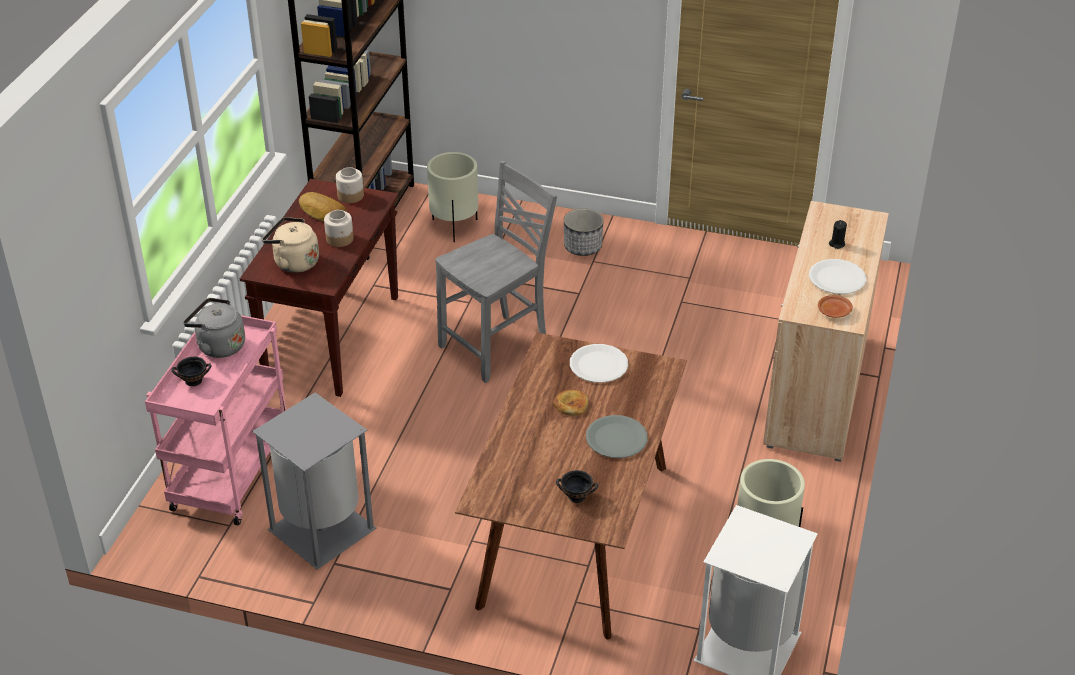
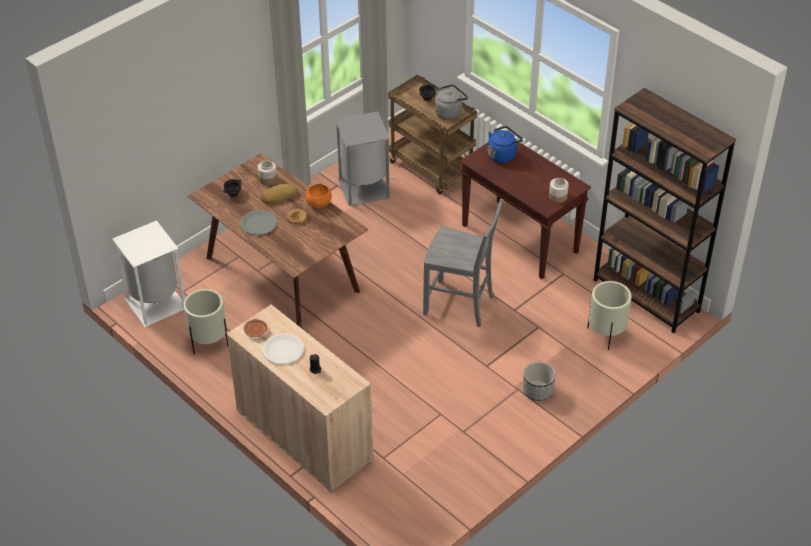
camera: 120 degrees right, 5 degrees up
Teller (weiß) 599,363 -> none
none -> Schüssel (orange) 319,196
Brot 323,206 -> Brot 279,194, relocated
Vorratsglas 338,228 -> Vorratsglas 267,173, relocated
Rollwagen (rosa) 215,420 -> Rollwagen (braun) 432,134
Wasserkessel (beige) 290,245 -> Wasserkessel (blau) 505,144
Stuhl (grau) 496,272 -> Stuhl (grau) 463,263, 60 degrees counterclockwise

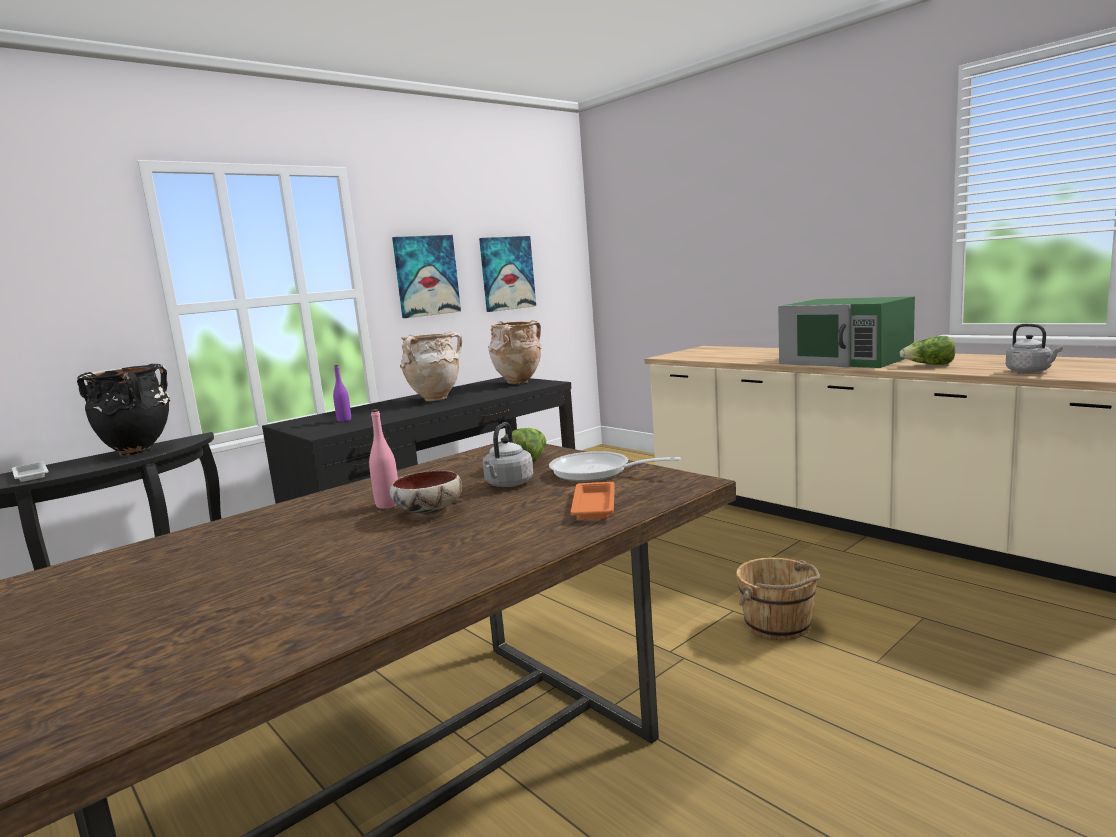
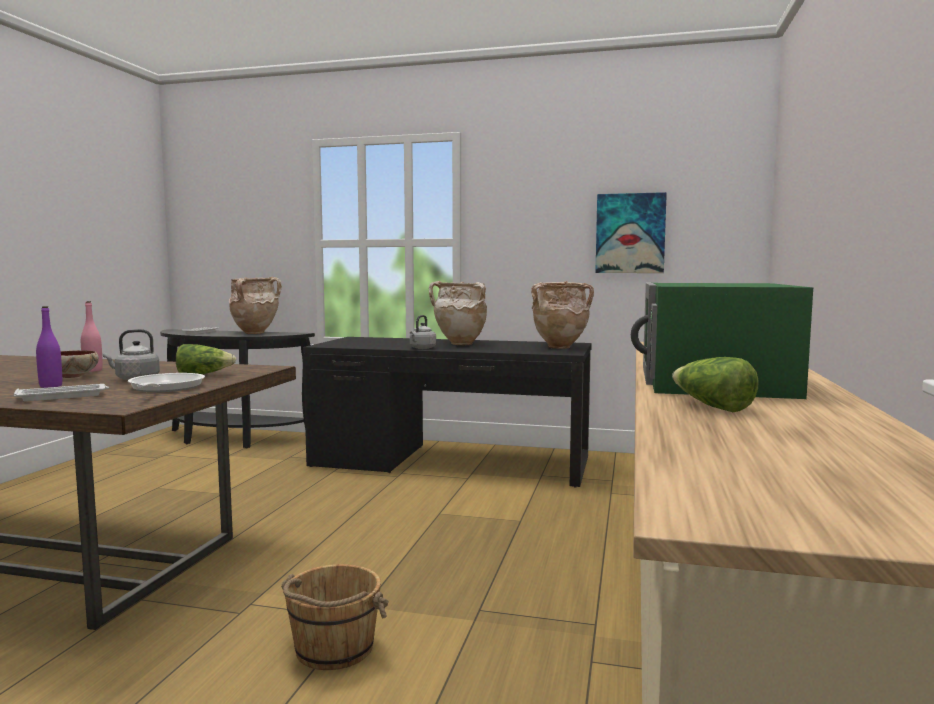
camera: 55 degrees right, 5 degrees down
Bild 426,276 -> none
Flasche (lila) 342,393 -> Flasche (lila) 49,347, relocated
Wasserkessel (grau) 1034,348 -> Wasserkessel (grau) 423,332, relocated
Vase (schwarz) 123,410 -> Vase (beige) 255,305
Tablett (orange) 592,500 -> Tablett (weiß) 61,392

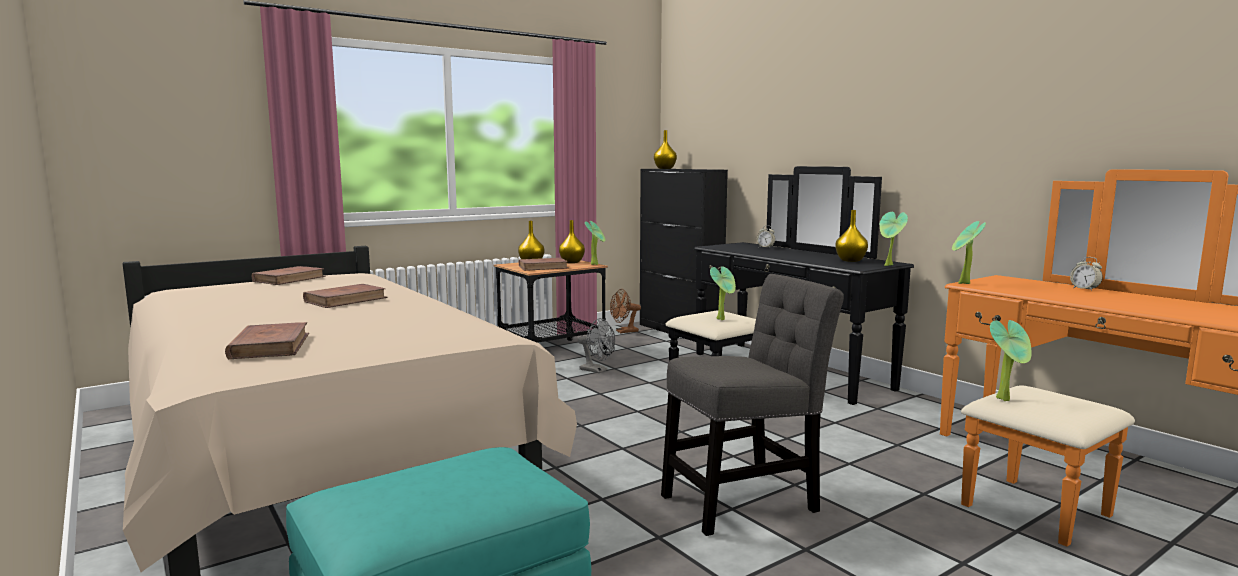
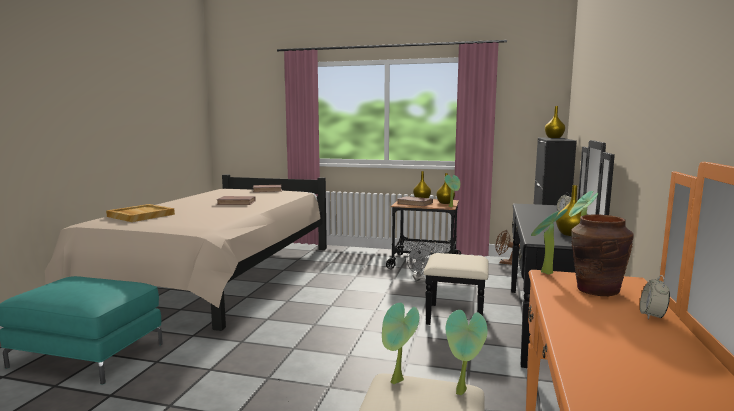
camera: 50 degrees right, 0 degrees up
Stuhl (grau) 752,405 -> none
none -> Vase (braun) 602,255
Topfpflanze 723,293 -> Topfpflanze 467,352, relocated
Buch (braun) 267,340 -> Tablett (beige) 140,213

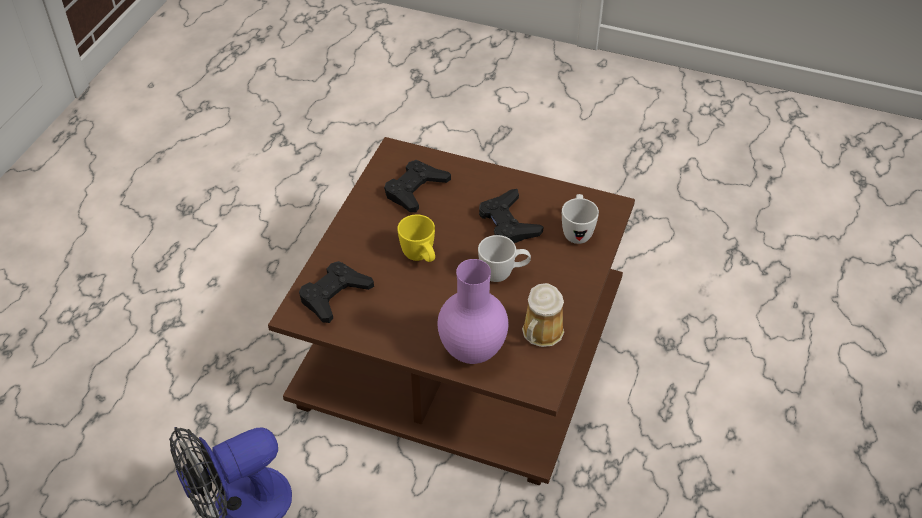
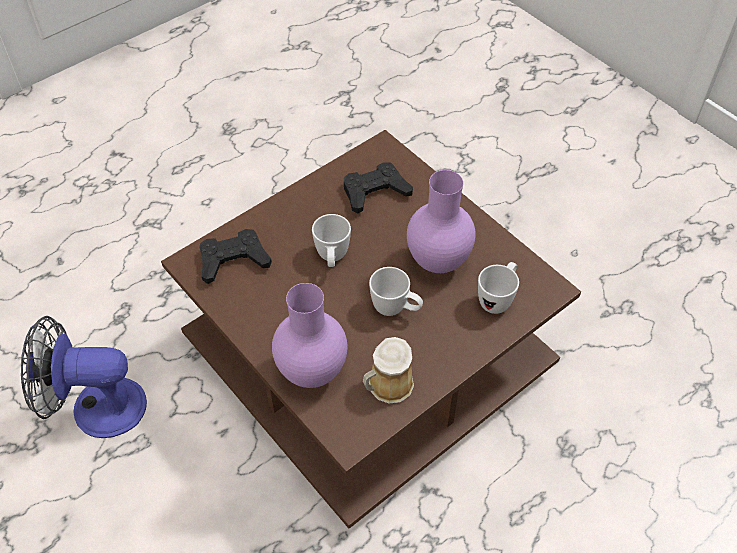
camera: 30 degrees right, 5 degrees up
Gamepad (schwarz) 511,216 -> Vase (lila) 441,221
Henkelbecher (gelb) 416,238 -> Henkelbecher (weiß) 331,240

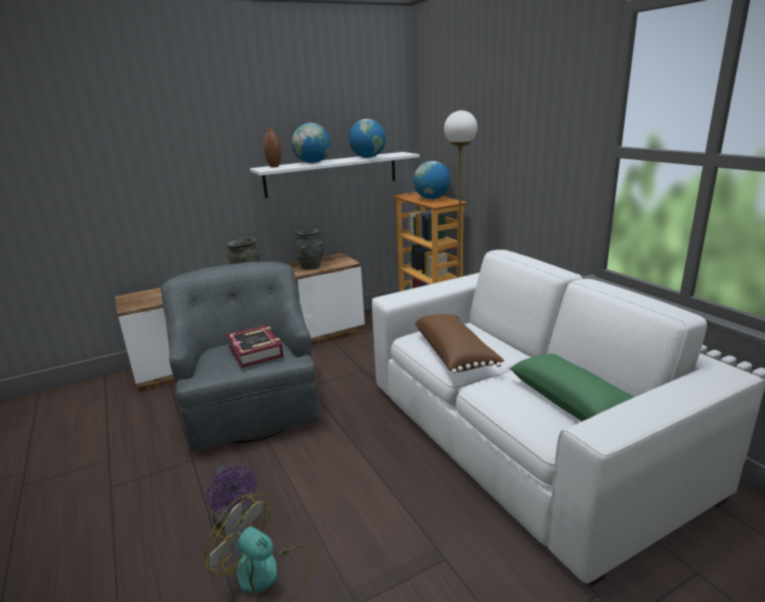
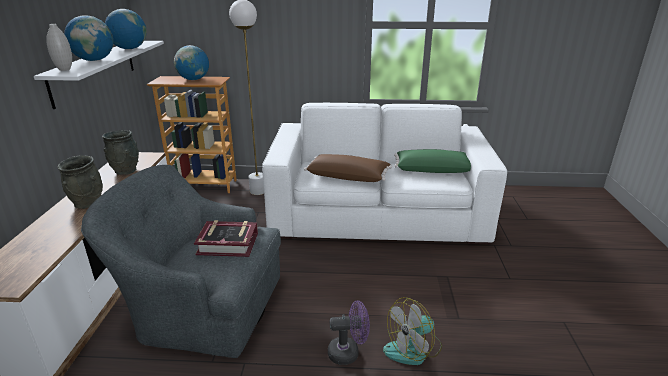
camera: 60 degrees left, 5 degrees up
Vase (braun) 272,147 -> Vase (weiß) 59,47

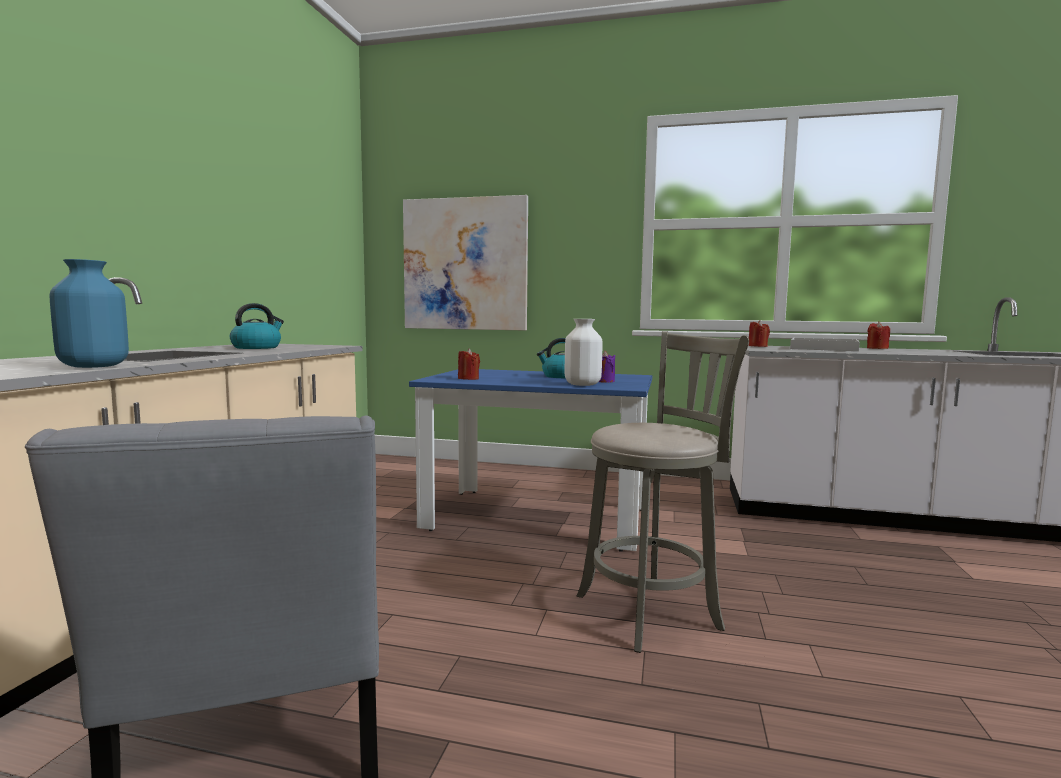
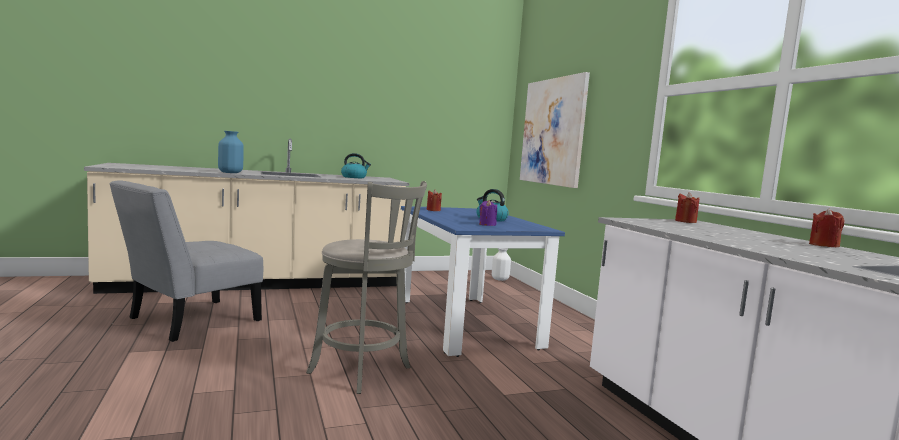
camera: 55 degrees right, 0 degrees up
Tablett (weiß) 825,344 -> none
Vase (weiß) 583,352 -> Vase (weiß) 501,264, relocated

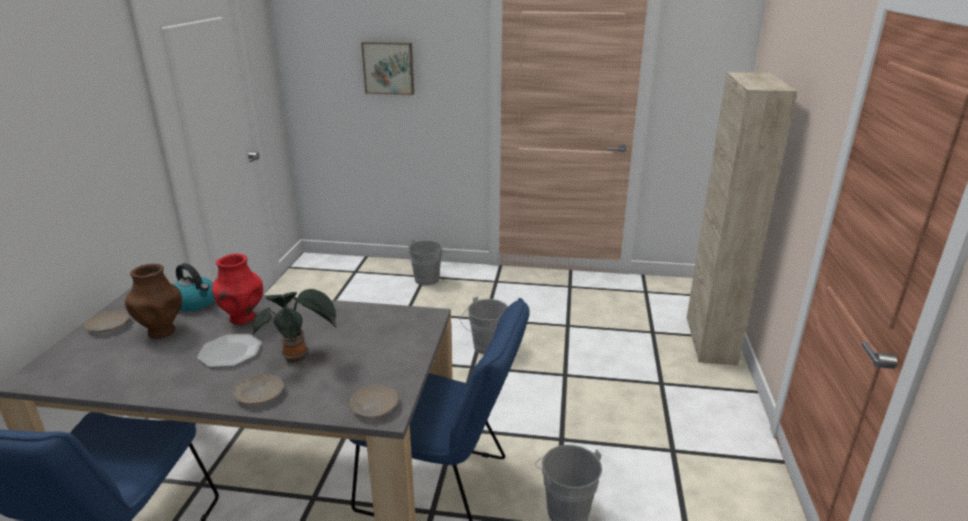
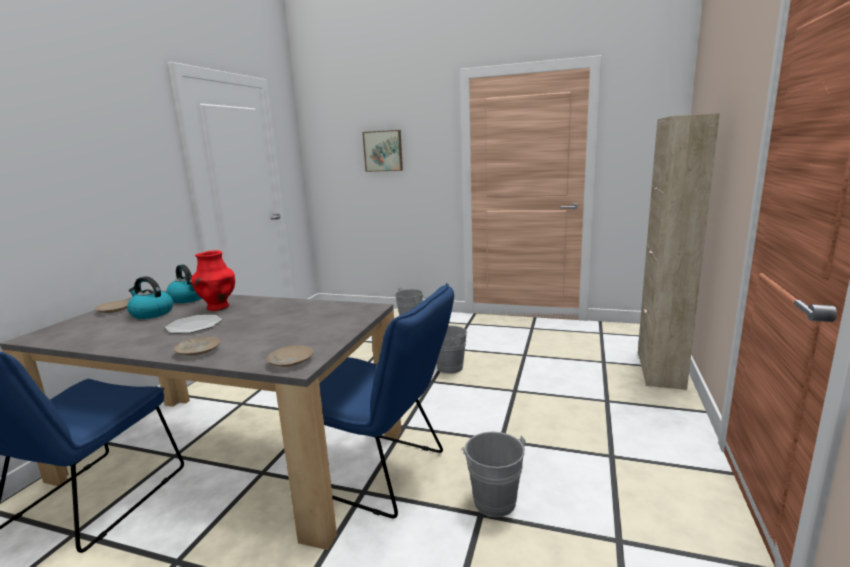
camera: 10 degrees right, 10 degrees down
Topfpflanze 295,326 -> none
Vase (braun) 153,301 -> Wasserkessel 150,297

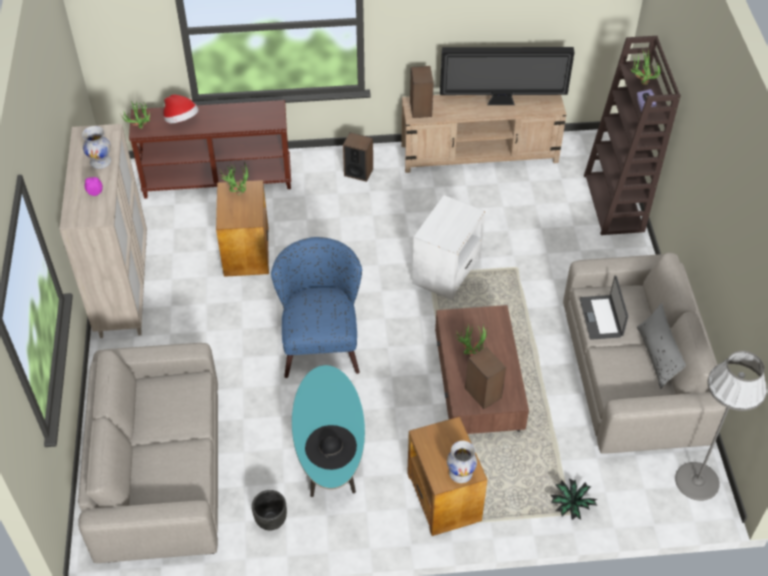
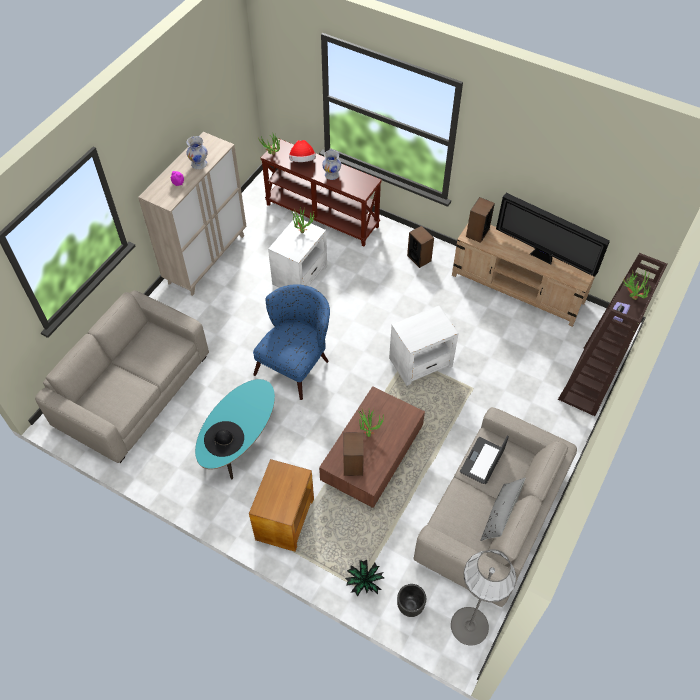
camera: 35 degrees right, 5 degrees up
Pflanzkübel (schwarz) 269,510 -> Pflanzkübel (schwarz) 411,600, relocated
Vase (weiß) 462,462 -> Vase (weiß) 331,165, relocated
Beistelltisch (braun) 242,228 -> Beistelltisch (weiß) 297,253

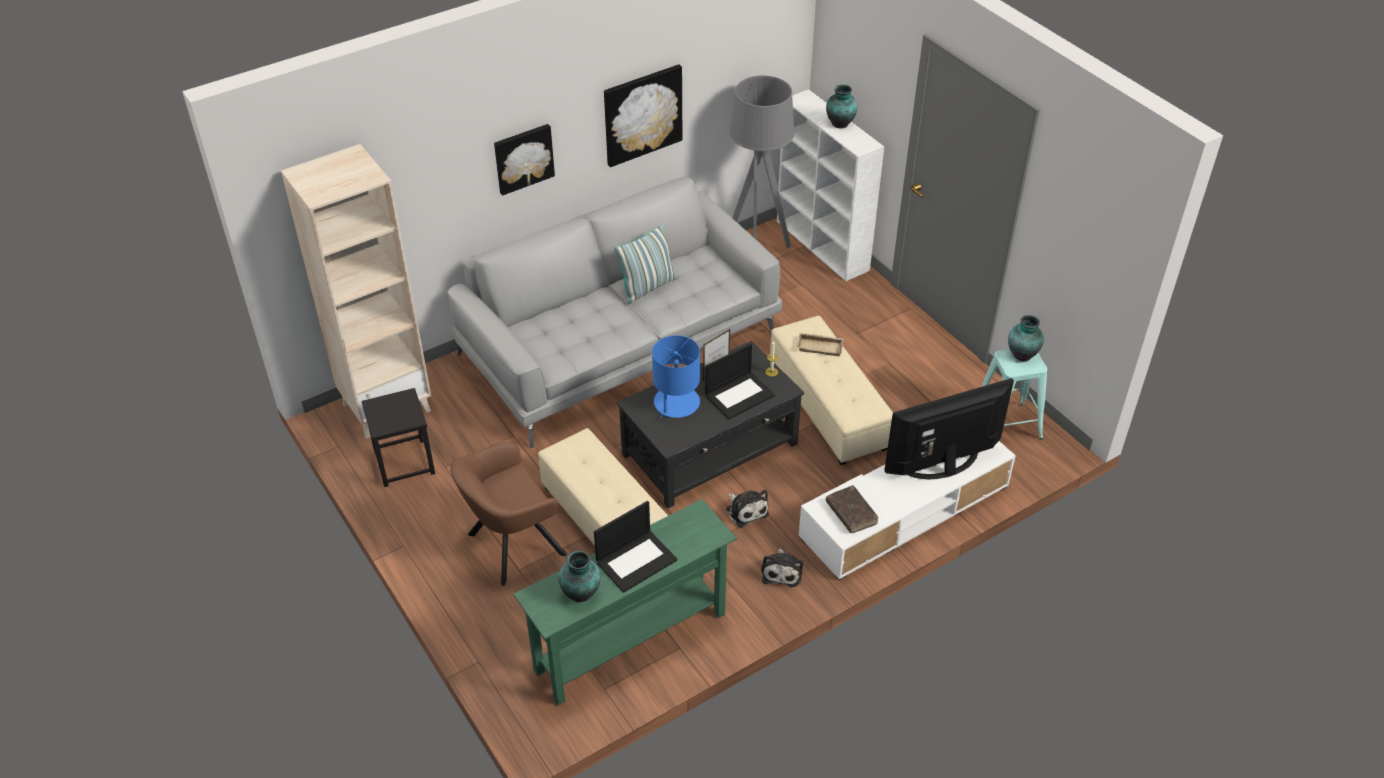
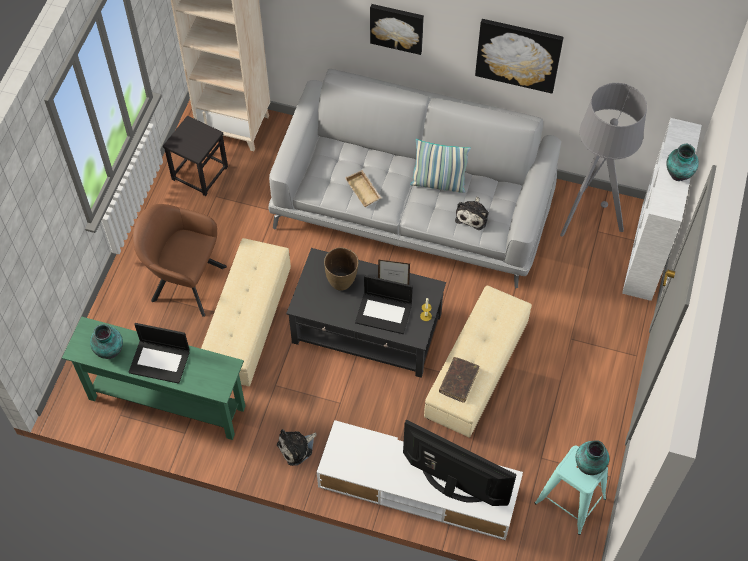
camera: 50 degrees right, 15 degrees up
Plüschtier 747,509 -> Plüschtier 472,213, relocated
Tablett (beige) 820,344 -> Tablett (beige) 363,188, relocated
Buch (braun) 852,509 -> Buch (braun) 459,380, relocated
Tischlampe (blau) 676,376 -> Vase (braun) 341,269

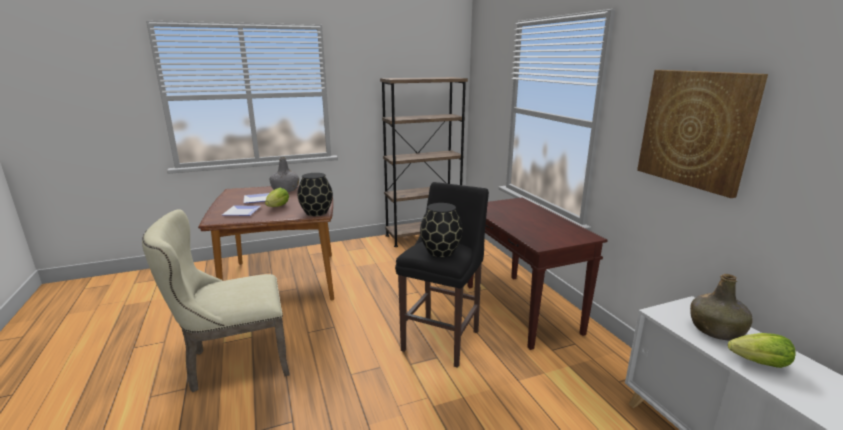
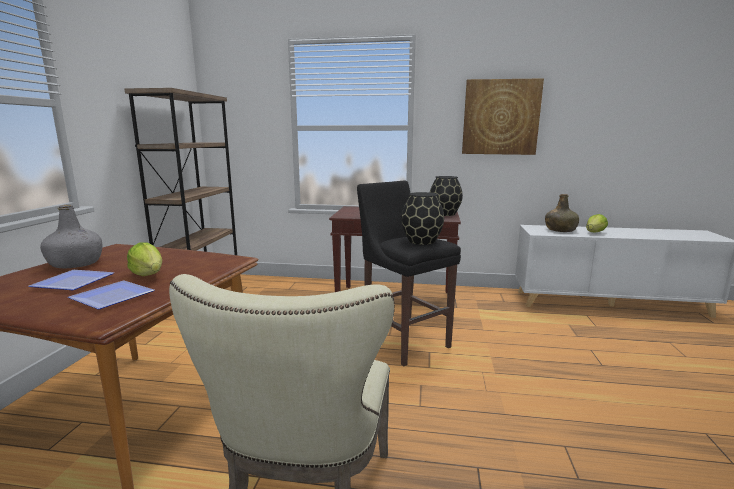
camera: 60 degrees left, 5 degrees down
Vase (schwarz) 315,194 -> Vase (schwarz) 446,196, relocated

